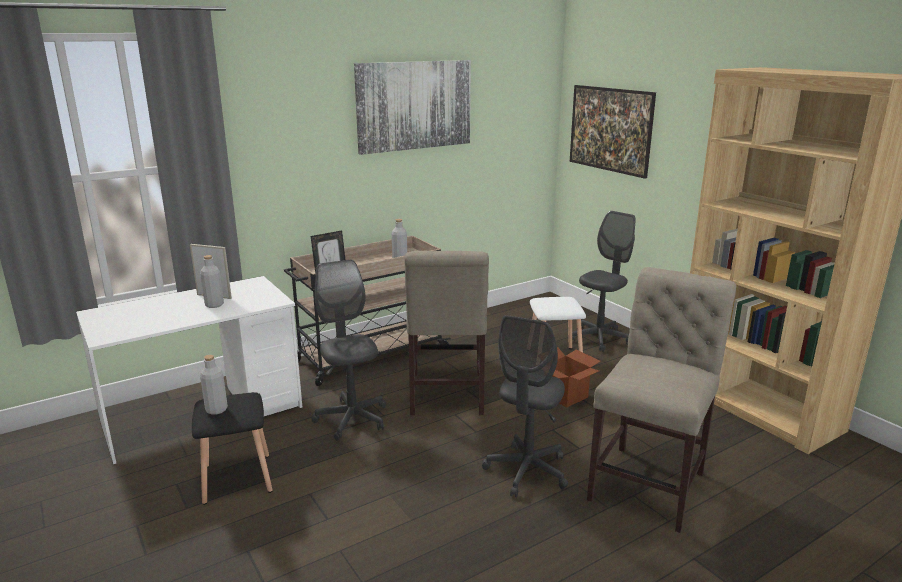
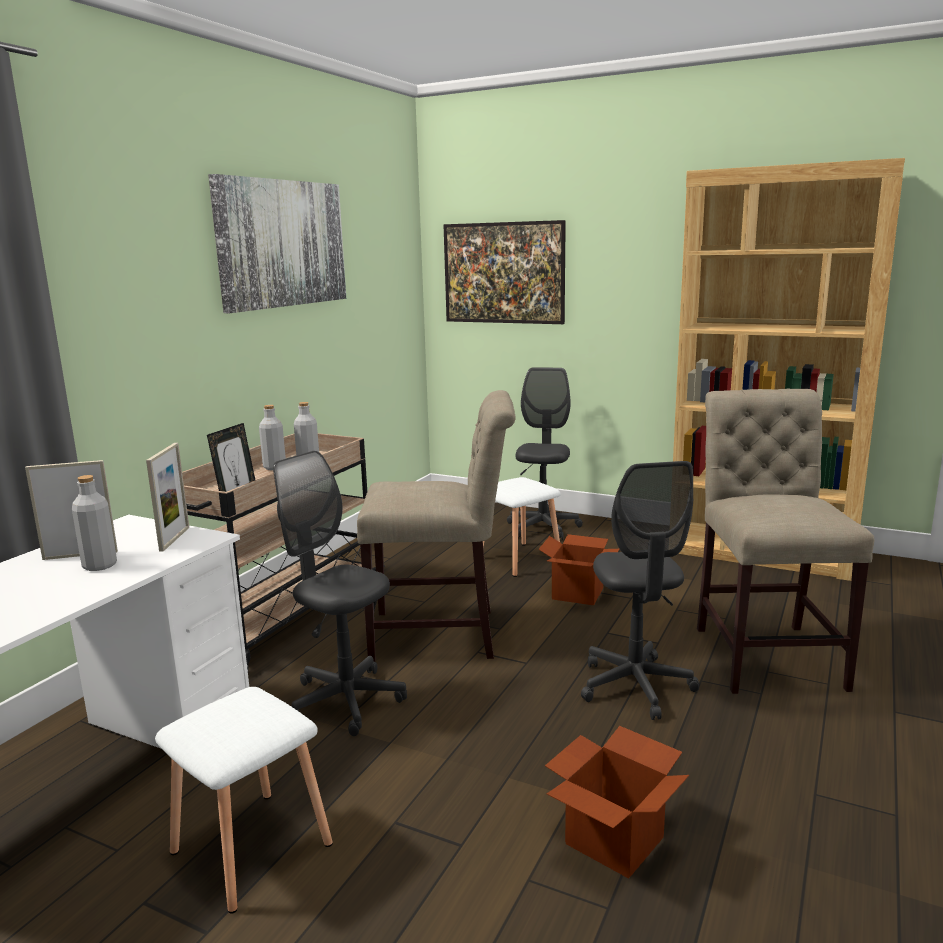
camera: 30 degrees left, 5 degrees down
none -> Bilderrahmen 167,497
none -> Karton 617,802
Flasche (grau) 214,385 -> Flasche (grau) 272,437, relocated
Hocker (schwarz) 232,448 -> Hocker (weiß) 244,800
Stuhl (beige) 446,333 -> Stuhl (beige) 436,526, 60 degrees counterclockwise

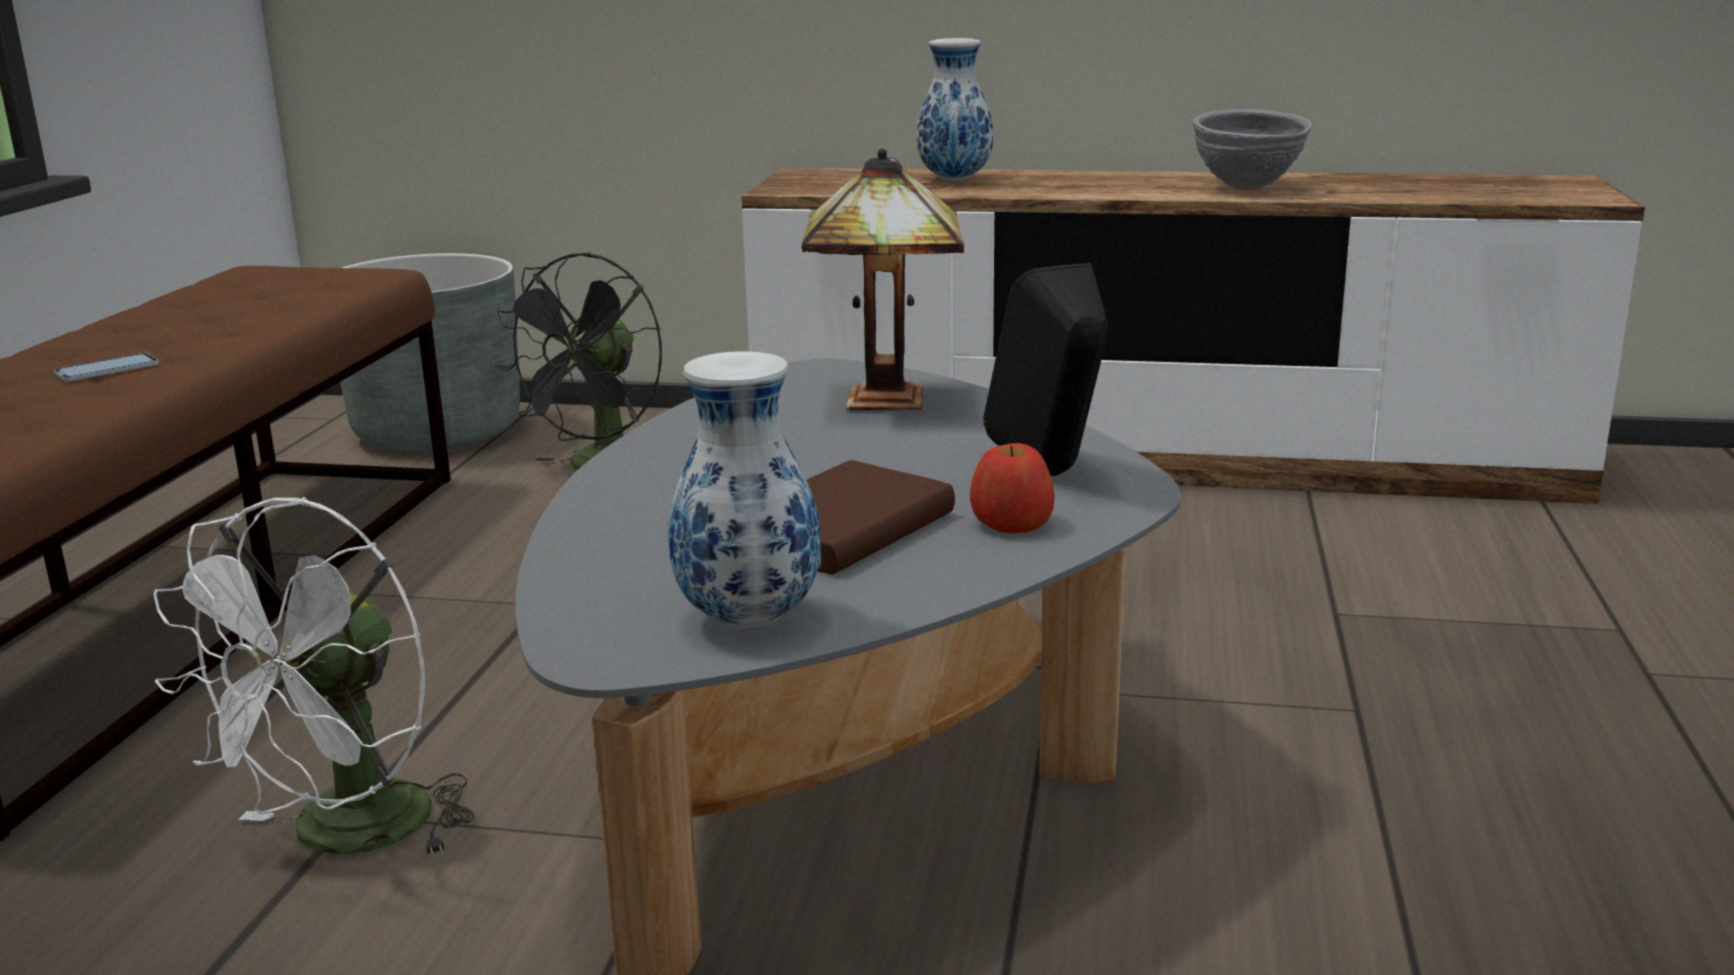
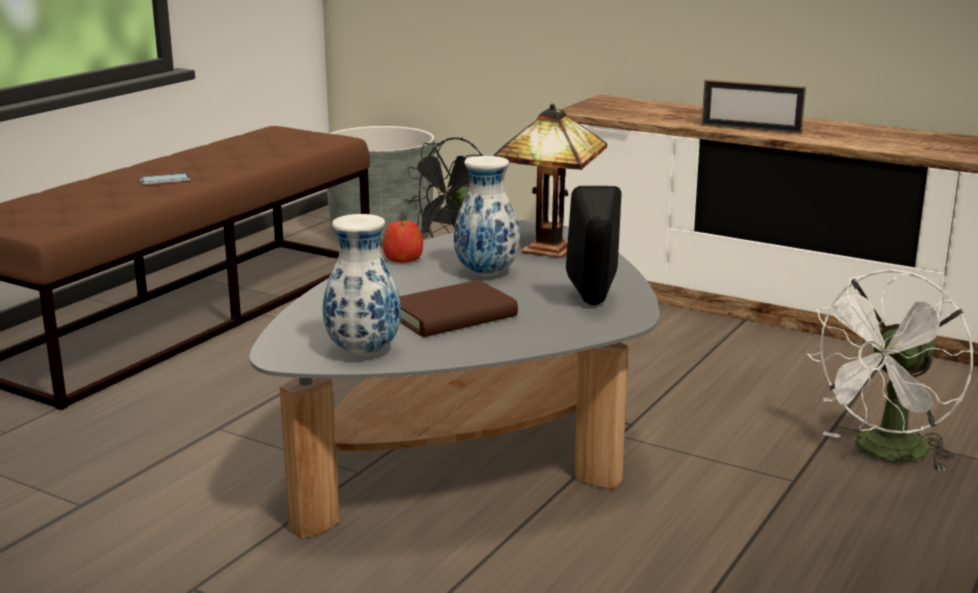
camera: 20 degrees right, 0 degrees up
Schüssel (grau) 1252,149 -> none
none -> Bilderrahmen 754,106
Ventilator (weiß) 314,677 -> Ventilator (weiß) 890,370, relocated
Vase 955,109 -> Vase 487,216, relocated
Apfel 1012,488 -> Apfel 403,241, relocated

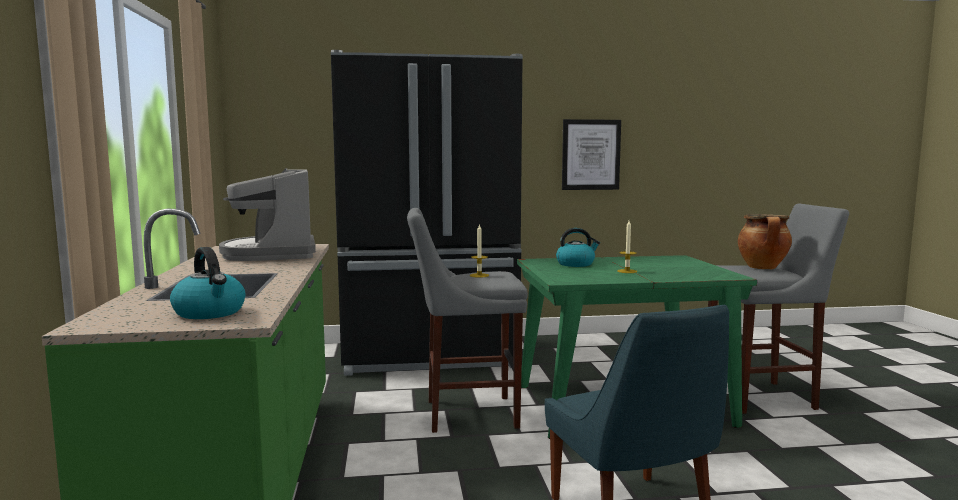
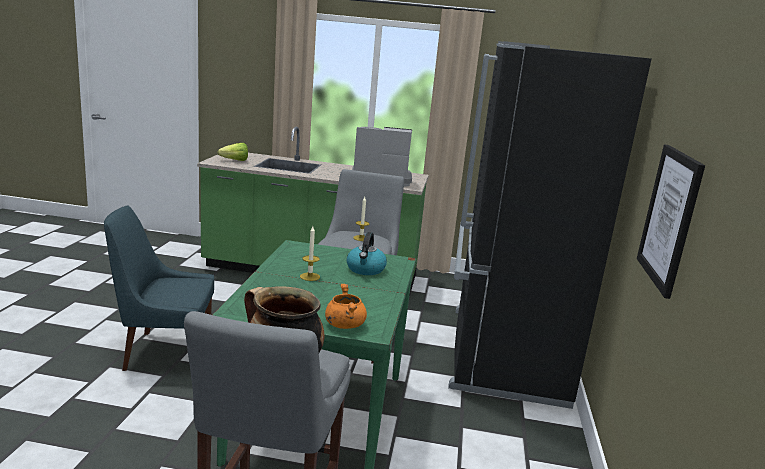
camera: 105 degrees right, 10 degrees up
none -> Kochtopf (orange) 346,306
Wasserkessel 208,283 -> Salatkopf 232,152

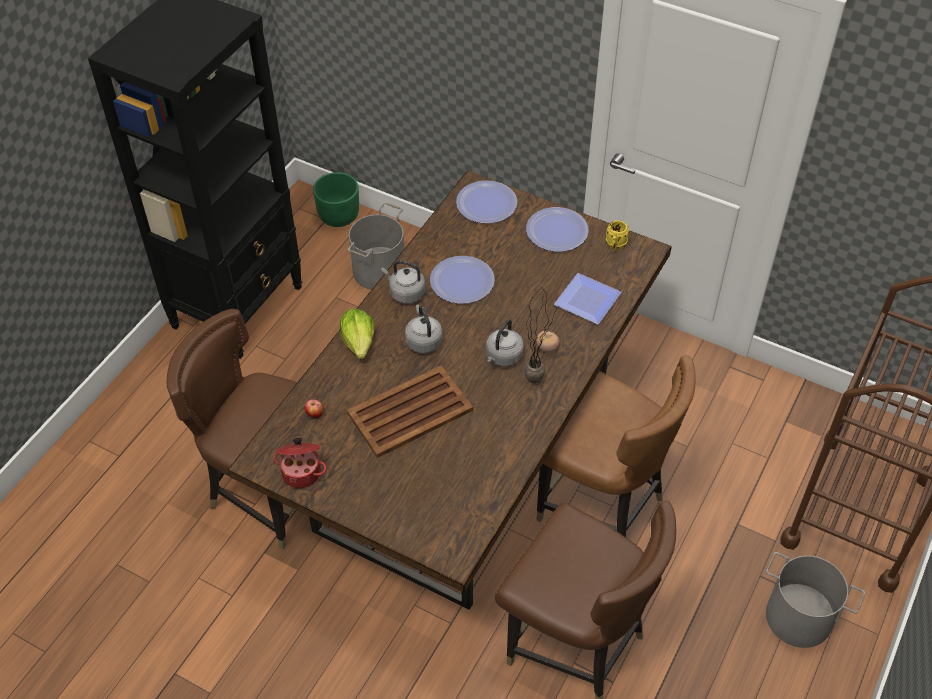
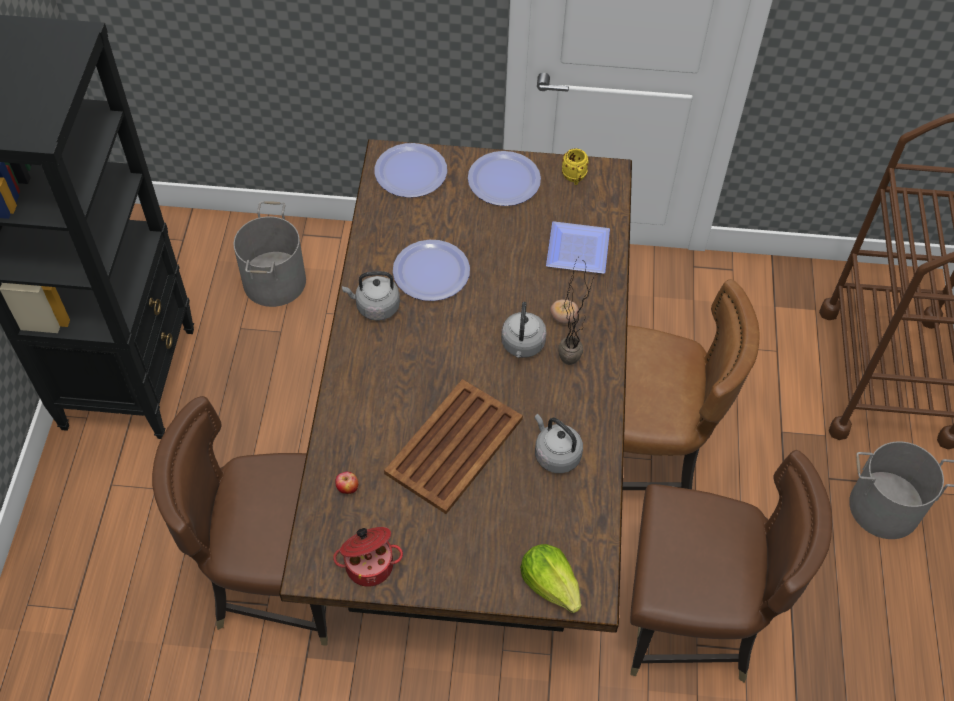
camera: 25 degrees left, 5 degrees up
Pflanzkübel (grün) 336,199 -> none
Salatkopf 357,334 -> Salatkopf 550,578, relocated
Wasserkessel (grau) 424,328 -> Wasserkessel (grau) 559,443, relocated

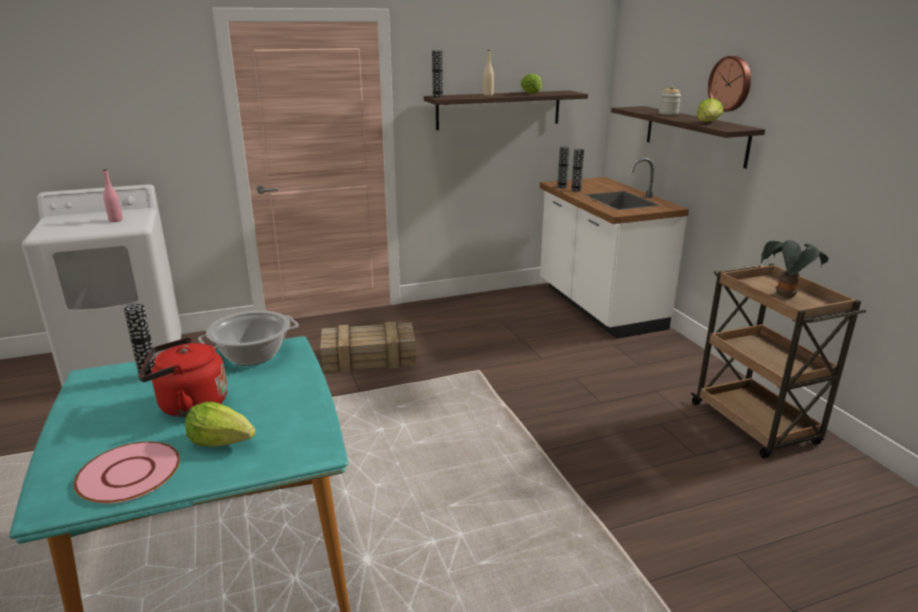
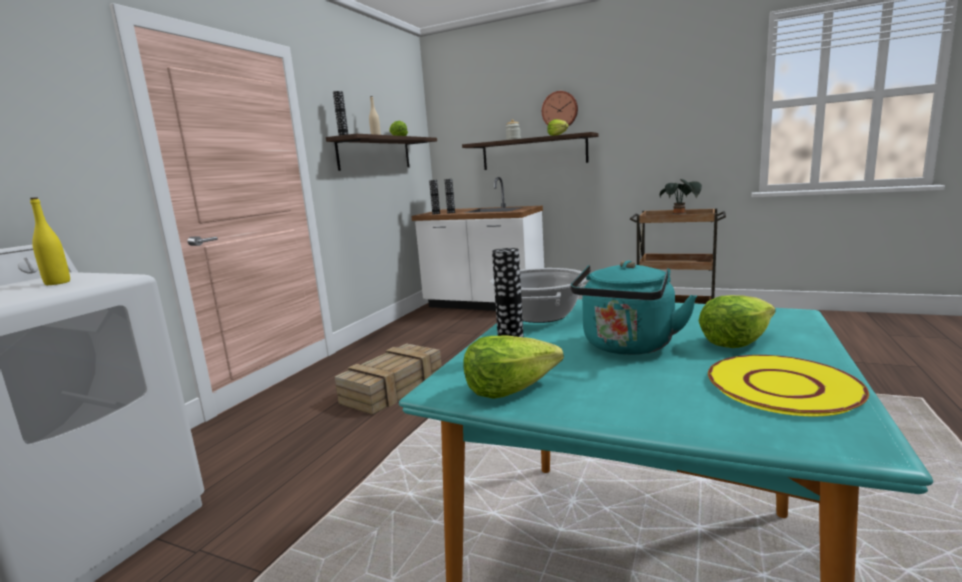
camera: 45 degrees left, 10 degrees down
none -> Salatkopf 513,367
Teller (rosa) 127,472 -> Teller (gelb) 788,385
Flasche (rosa) 113,195 -> Flasche (gelb) 50,241
Wasserkessel (rot) 182,377 -> Wasserkessel (türkis) 633,308

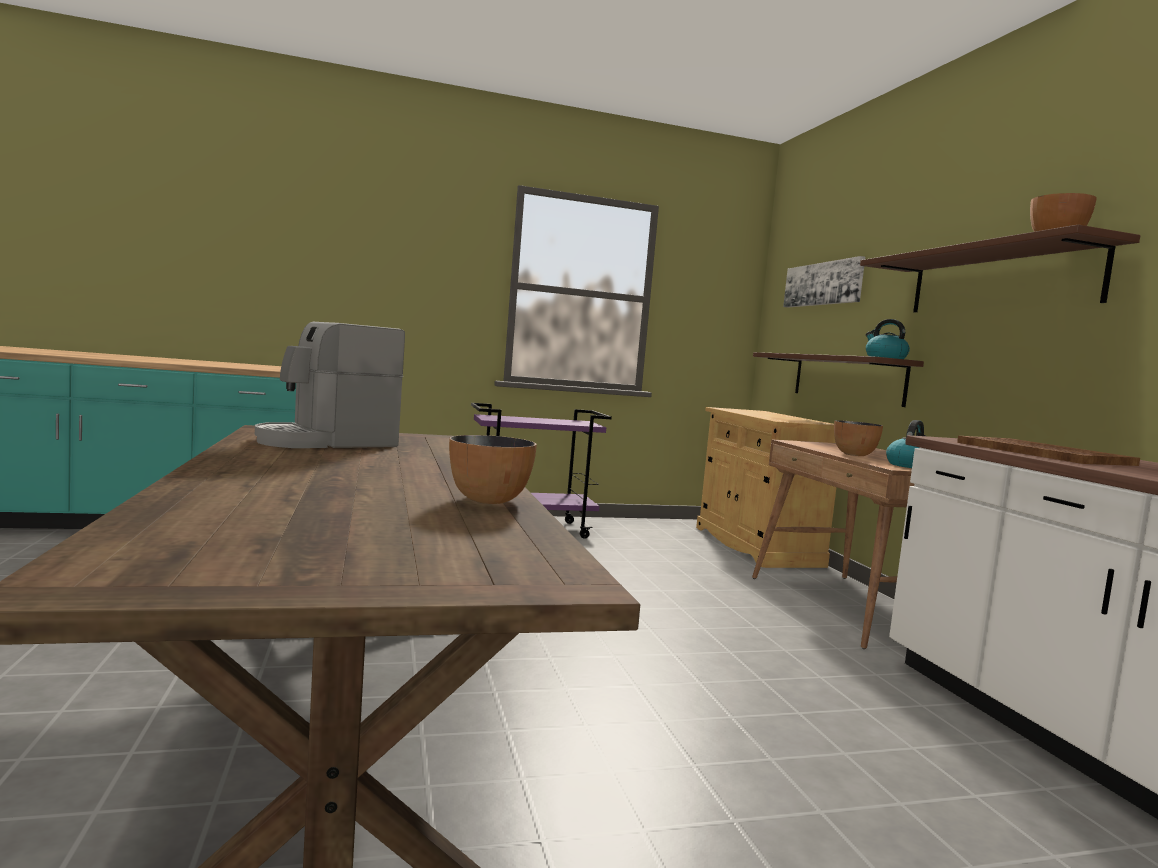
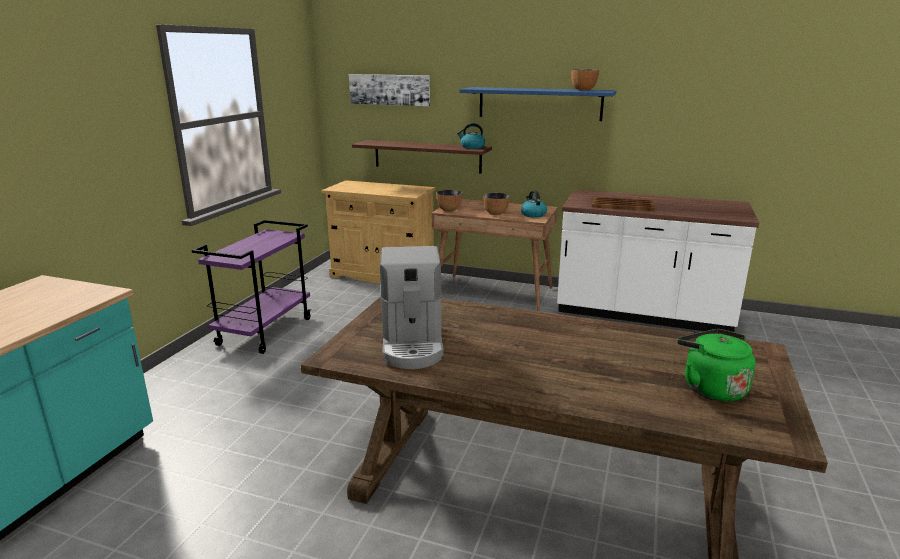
camera: 55 degrees left, 15 degrees up
none -> Wasserkessel (grün) 716,365
Schüssel 493,469 -> Schüssel 449,201, relocated
Wandregal (braun) 1000,268 -> Wandregal (blau) 537,104

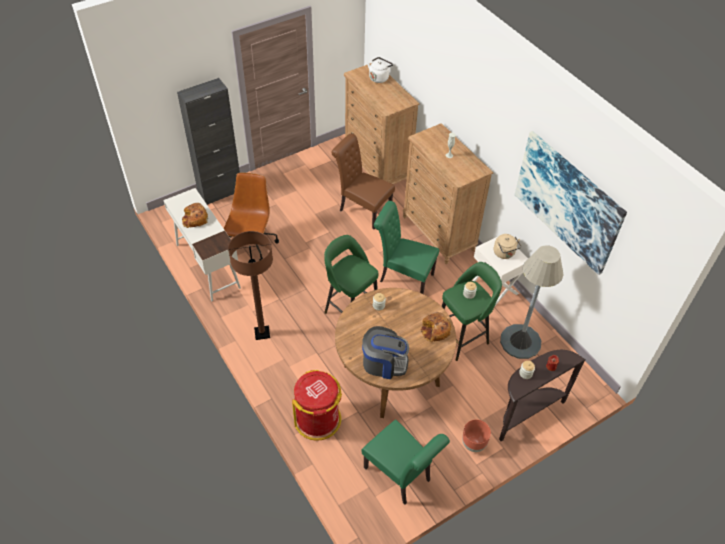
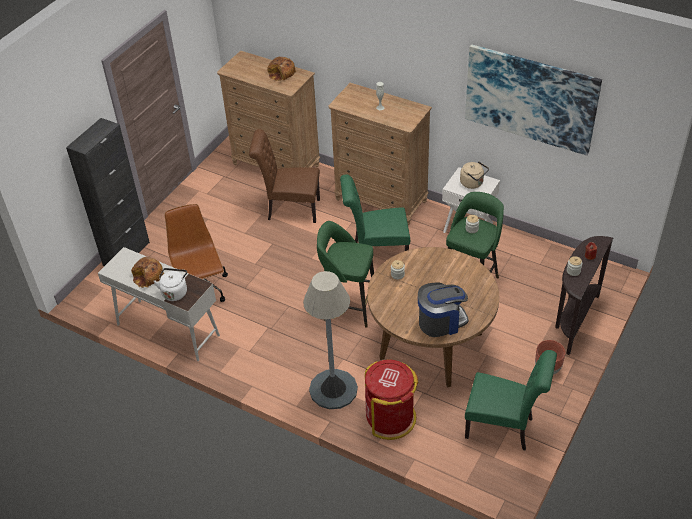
camera: 25 degrees left, 5 degrees down
Stehlampe (braun) 250,285 -> none
Wasserkessel (weiß) 380,70 -> Wasserkessel (weiß) 170,284, relocated
Brot 436,327 -> Brot 281,69, relocated
Stehlampe (grau) 532,302 -> Stehlampe (grau) 330,340, relocated

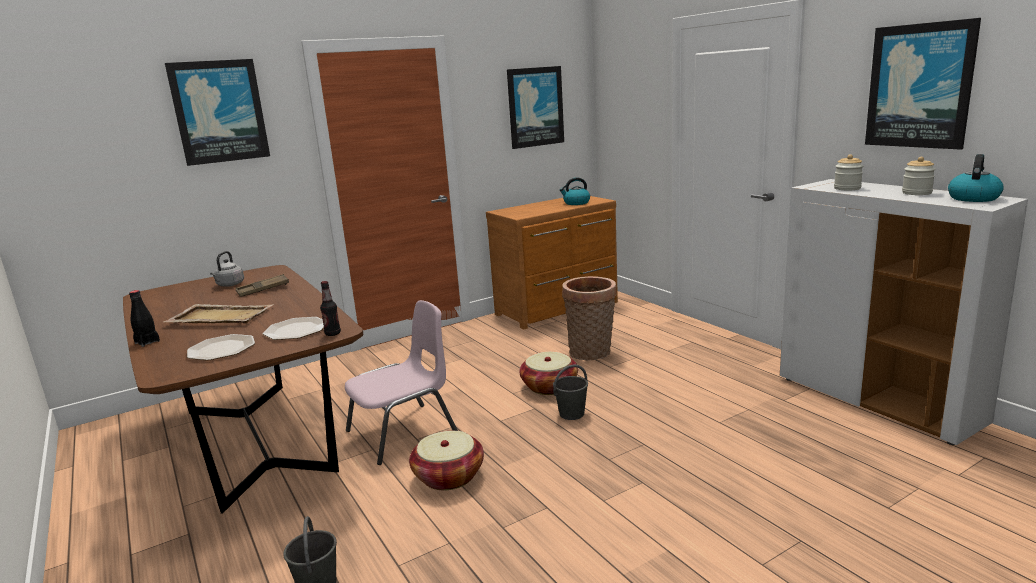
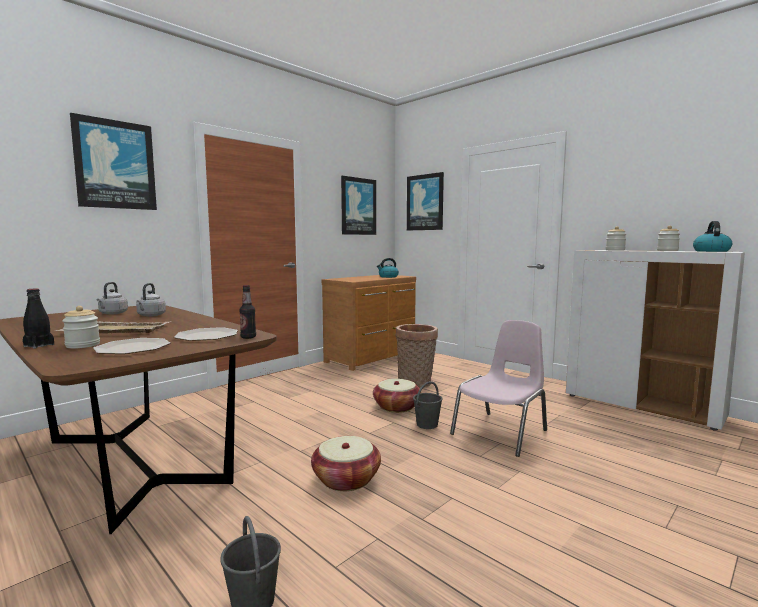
camera: 15 degrees left, 10 degrees down
none -> Vorratsglas 81,327
Stuhl (rosa) 401,382 -> Stuhl (rosa) 498,388, relocated
Bild 923,84 -> Bild 425,201, relocated
Tablett (braun) 262,285 -> Wasserkessel (grau) 151,300

